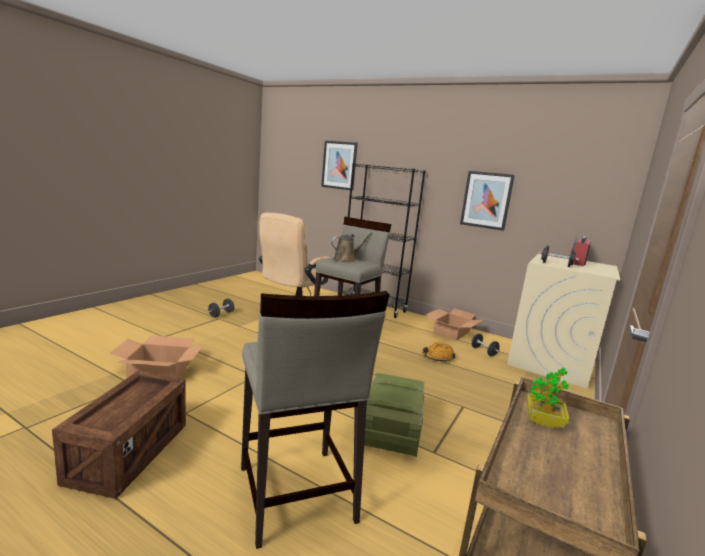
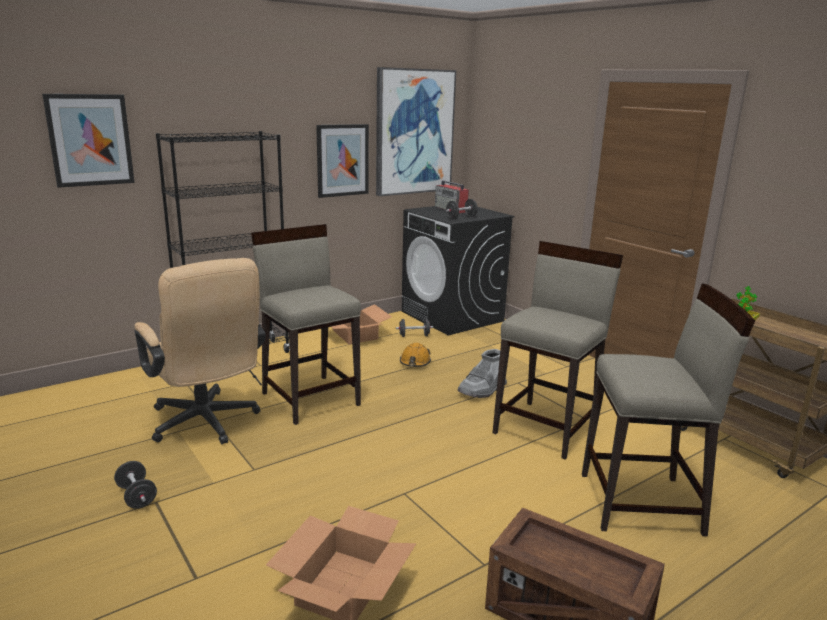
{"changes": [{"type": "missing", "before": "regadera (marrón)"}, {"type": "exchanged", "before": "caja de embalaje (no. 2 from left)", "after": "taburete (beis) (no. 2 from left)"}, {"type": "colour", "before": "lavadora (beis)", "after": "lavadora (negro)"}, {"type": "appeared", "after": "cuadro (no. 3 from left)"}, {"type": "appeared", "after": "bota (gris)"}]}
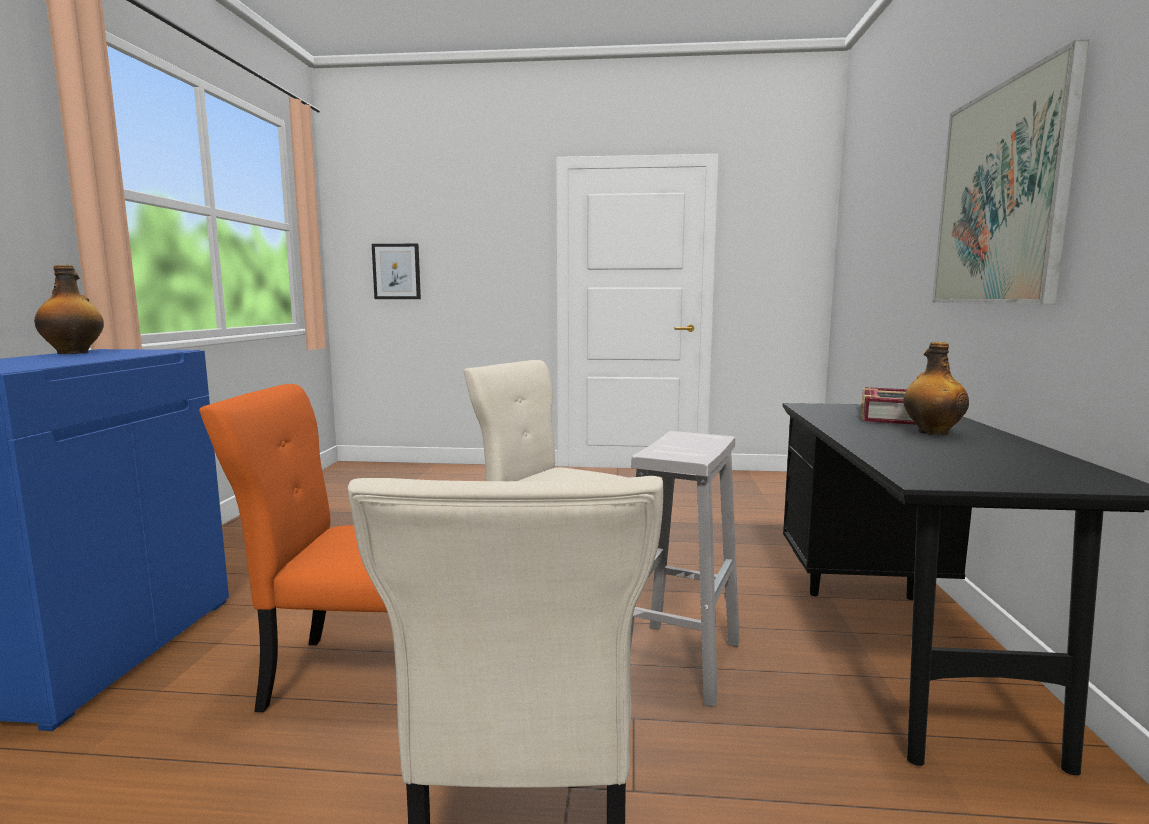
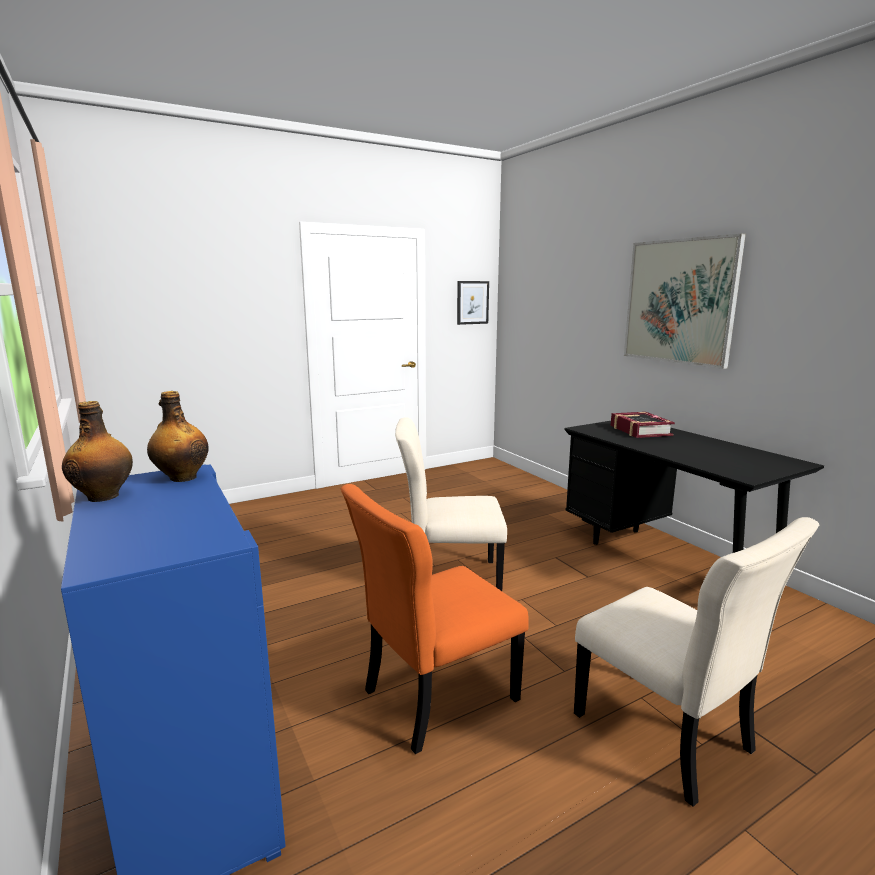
{"changes": [{"type": "relocated", "before": "cuadro (no. 1 from left)"}, {"type": "missing", "before": "taburete (blanco)"}, {"type": "relocated", "before": "botella (no. 2 from left)"}]}
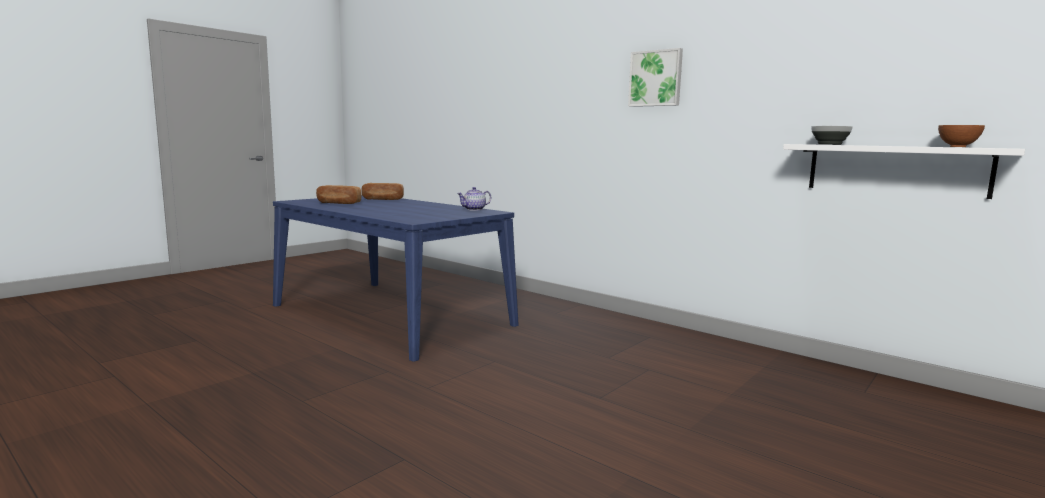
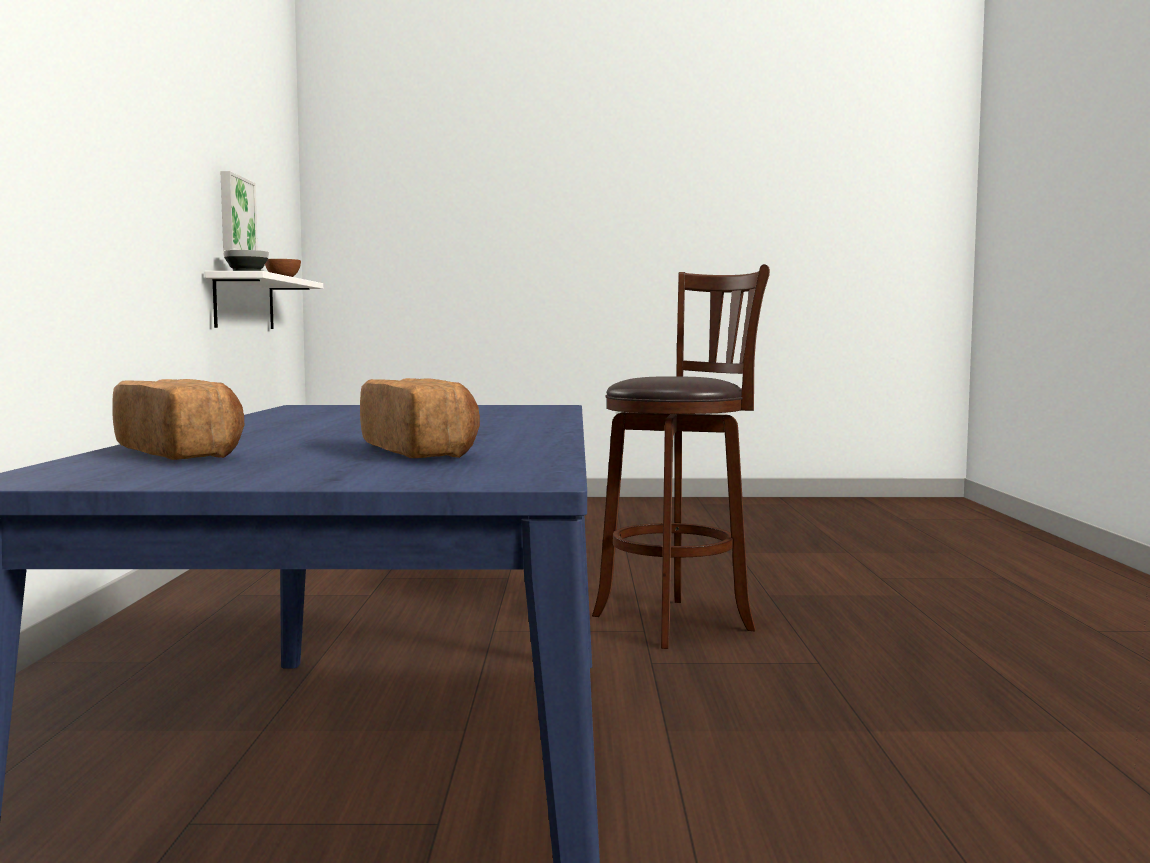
{"changes": [{"type": "missing", "before": "tetera"}, {"type": "relocated", "before": "cuadro"}, {"type": "appeared", "after": "taburete (marrón)"}]}
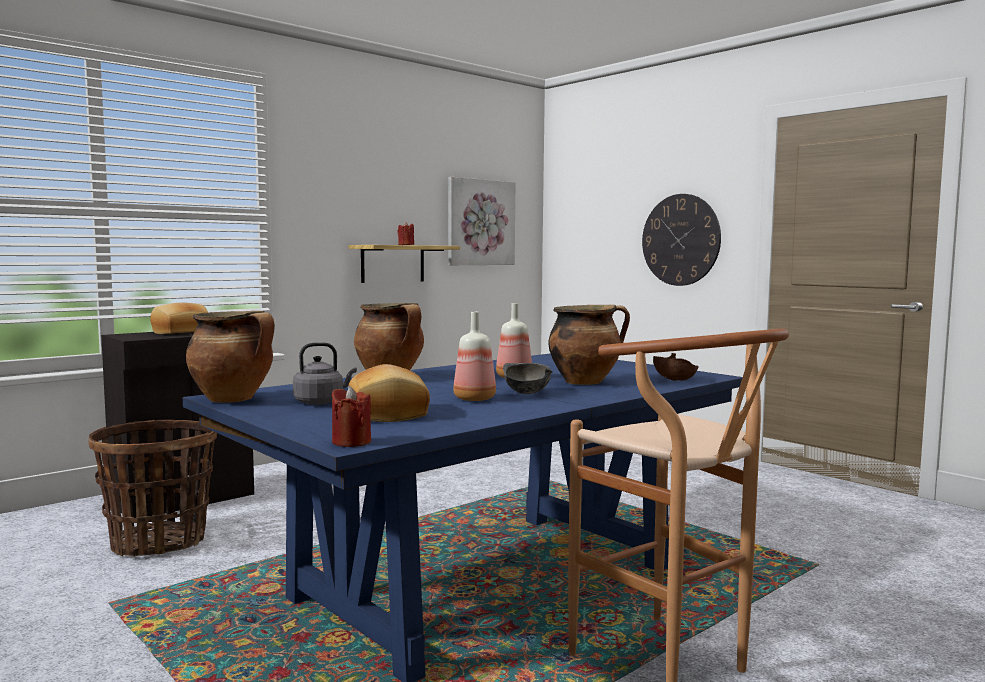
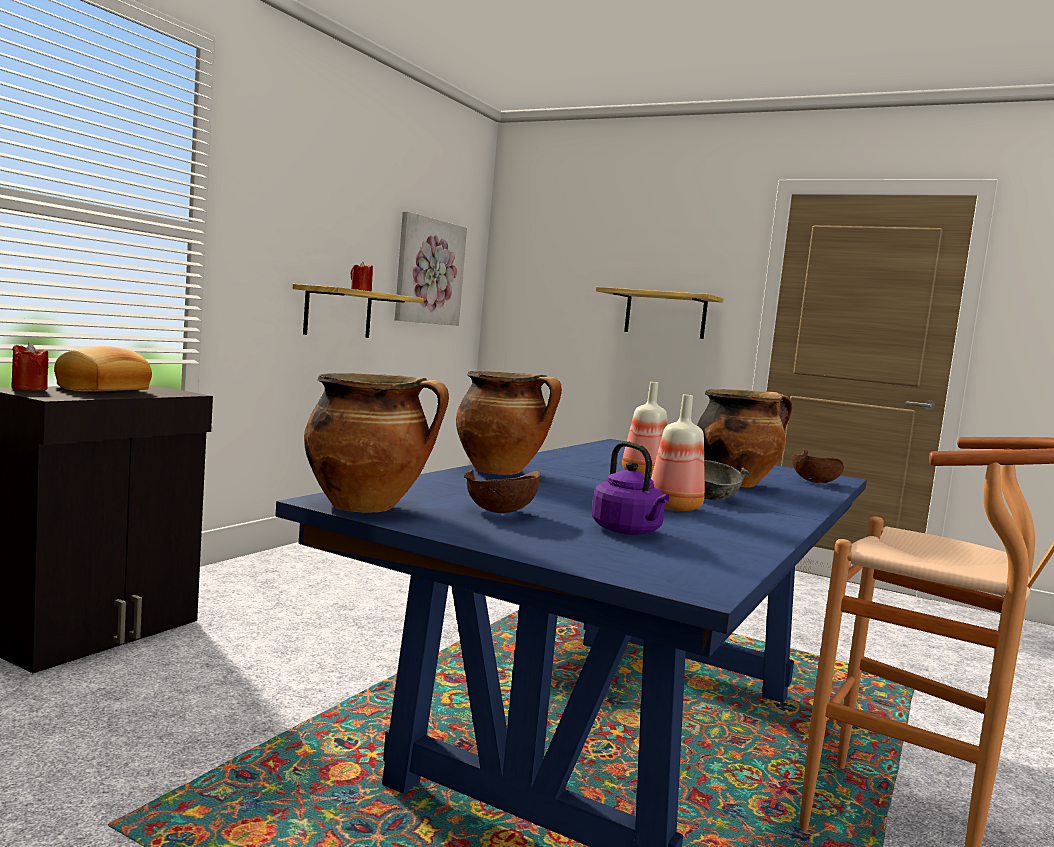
{"changes": [{"type": "missing", "before": "cesta"}, {"type": "exchanged", "before": "hervidor (gris)", "after": "cuenco (marrón) (no. 1 from left)"}, {"type": "relocated", "before": "vela (rojo) (no. 1 from left)"}, {"type": "exchanged", "before": "pan (no. 2 from left)", "after": "hervidor (morado)"}, {"type": "exchanged", "before": "reloj de pared", "after": "estante (no. 2 from left)"}]}
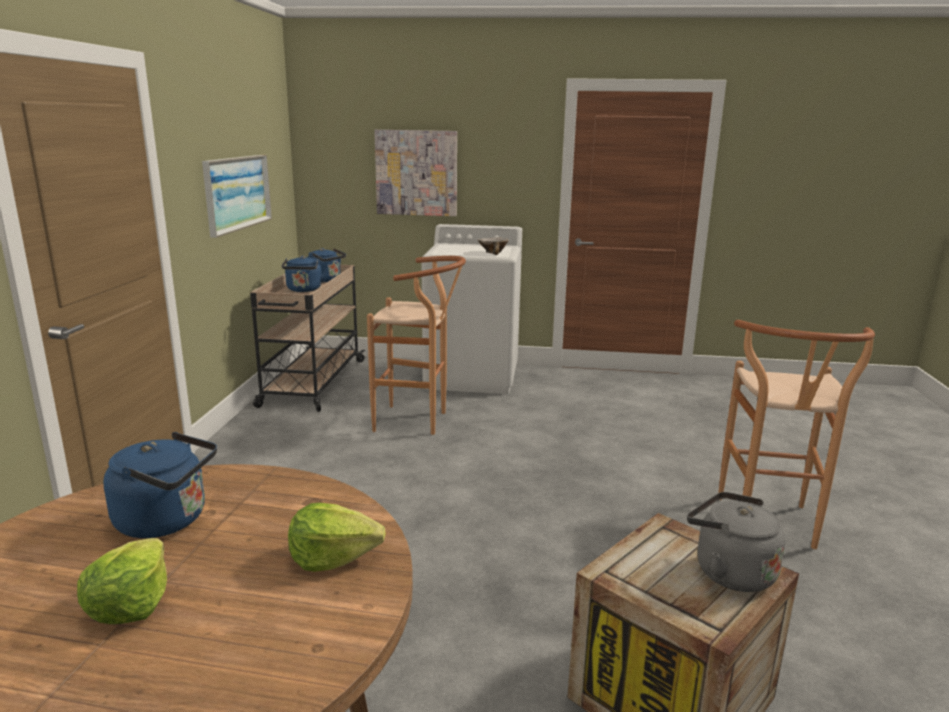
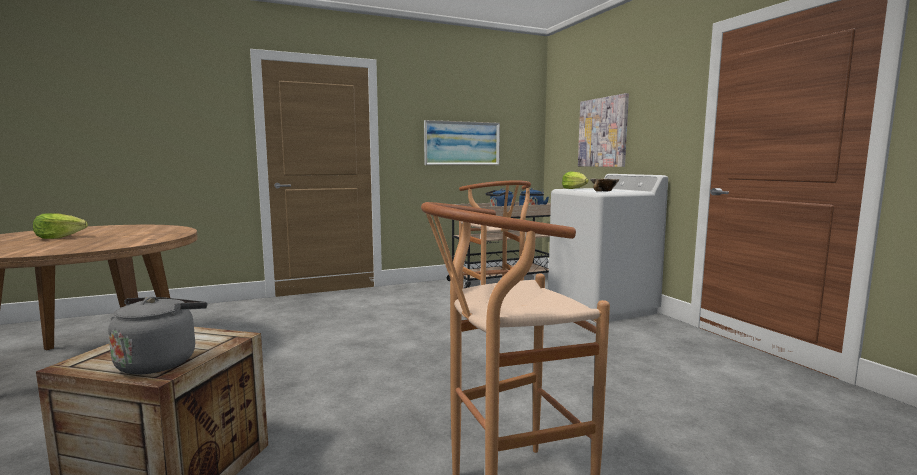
{"changes": [{"type": "missing", "before": "hervidor (azul) (no. 1 from left)"}, {"type": "relocated", "before": "lechuga (no. 2 from left)"}]}
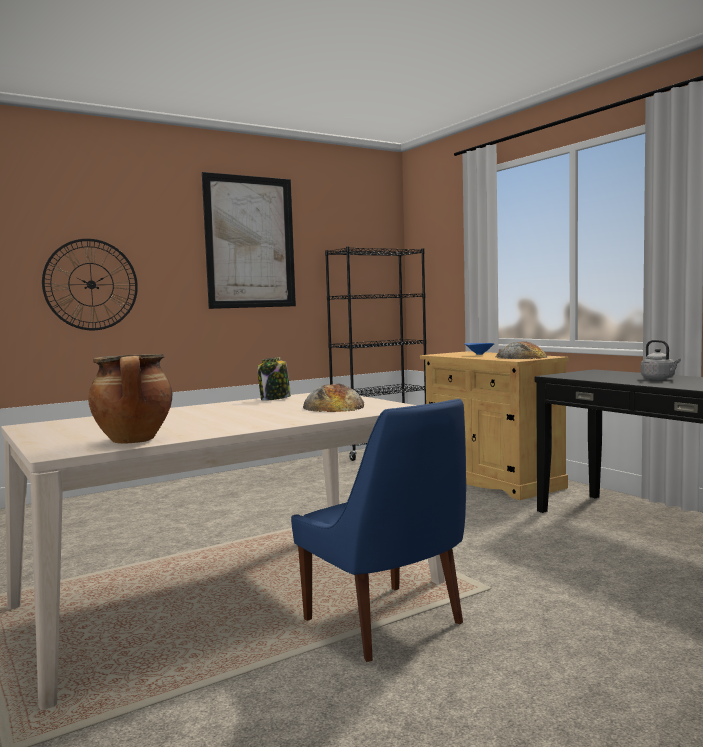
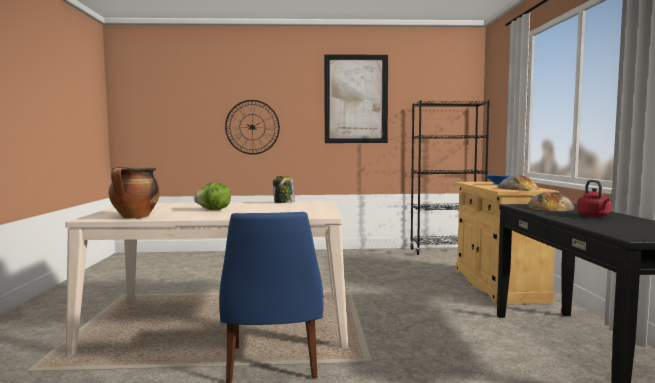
{"changes": [{"type": "relocated", "before": "pan (no. 1 from left in the first image)", "after": "pan (no. 2 from left)"}, {"type": "colour", "before": "hervidor (gris)", "after": "hervidor (rojo)"}, {"type": "appeared", "after": "lechuga"}]}
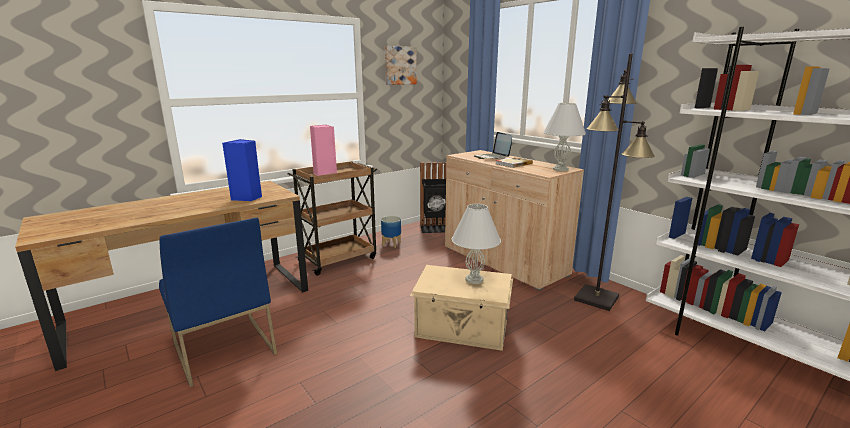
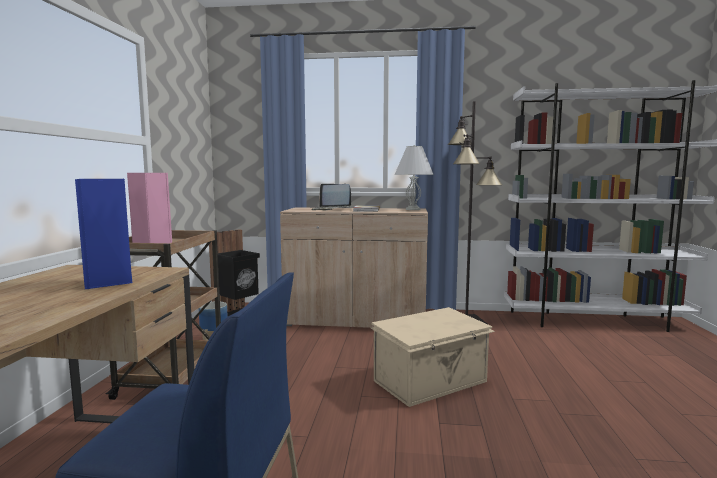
{"changes": [{"type": "missing", "before": "cuadro"}, {"type": "missing", "before": "lámpara de mesa (blanco) (no. 1 from left)"}]}
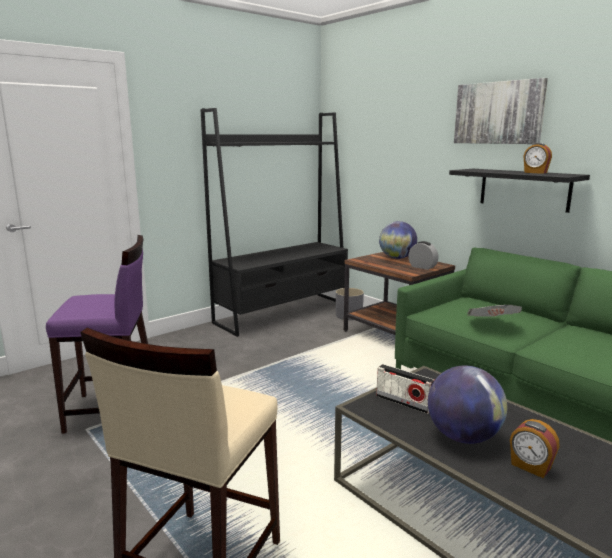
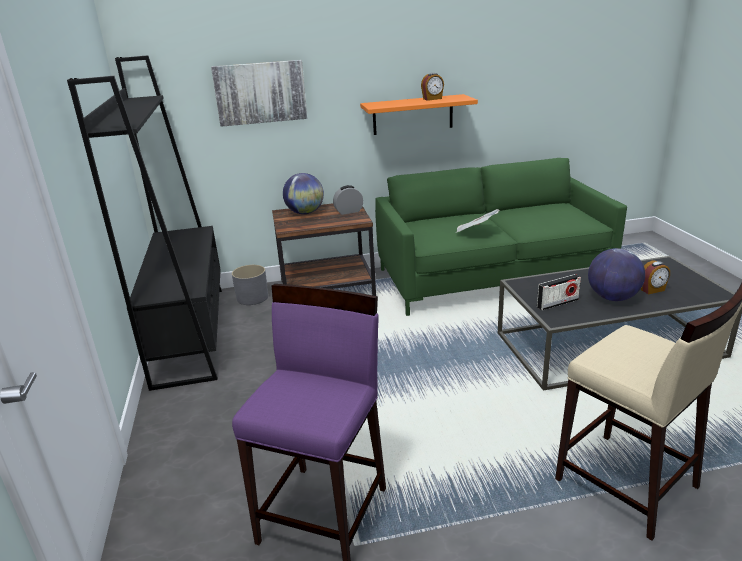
{"changes": [{"type": "colour", "before": "estante (negro)", "after": "estante (naranja)"}, {"type": "relocated", "before": "cuadro"}]}
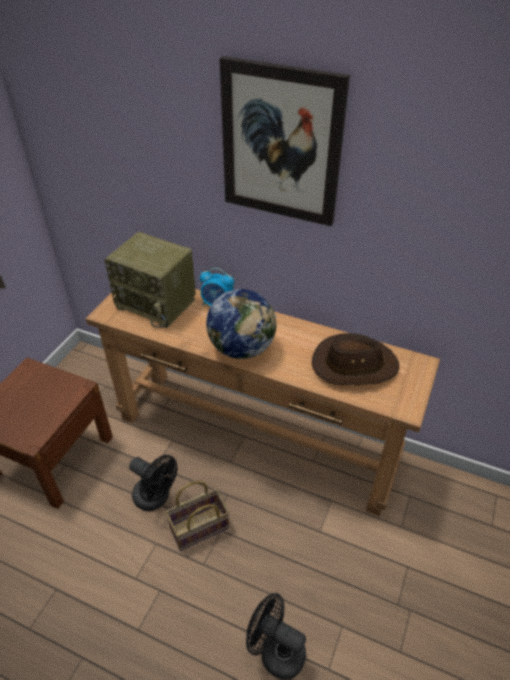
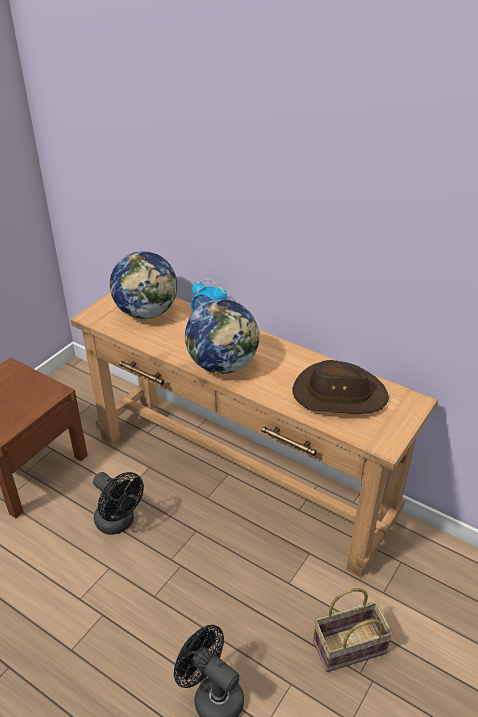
{"changes": [{"type": "exchanged", "before": "radio", "after": "globo terráqueo (no. 1 from left)"}, {"type": "relocated", "before": "cesta"}, {"type": "missing", "before": "cuadro"}]}
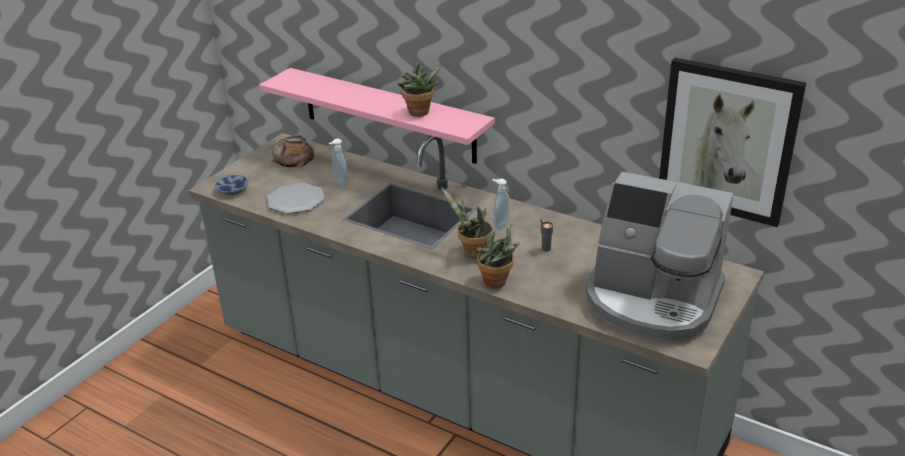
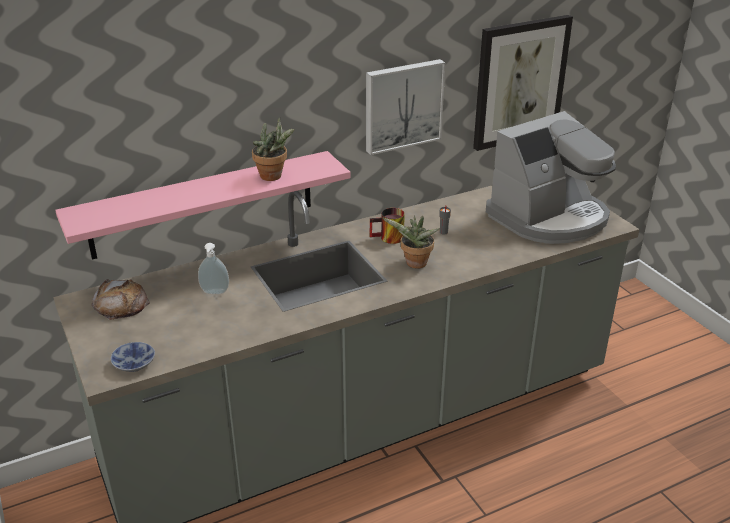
{"changes": [{"type": "missing", "before": "plato"}, {"type": "missing", "before": "planta en maceta (no. 3 from left)"}, {"type": "exchanged", "before": "dispensador de jabón (no. 2 from left)", "after": "taza grande"}, {"type": "appeared", "after": "cuadro (no. 1 from left)"}]}
